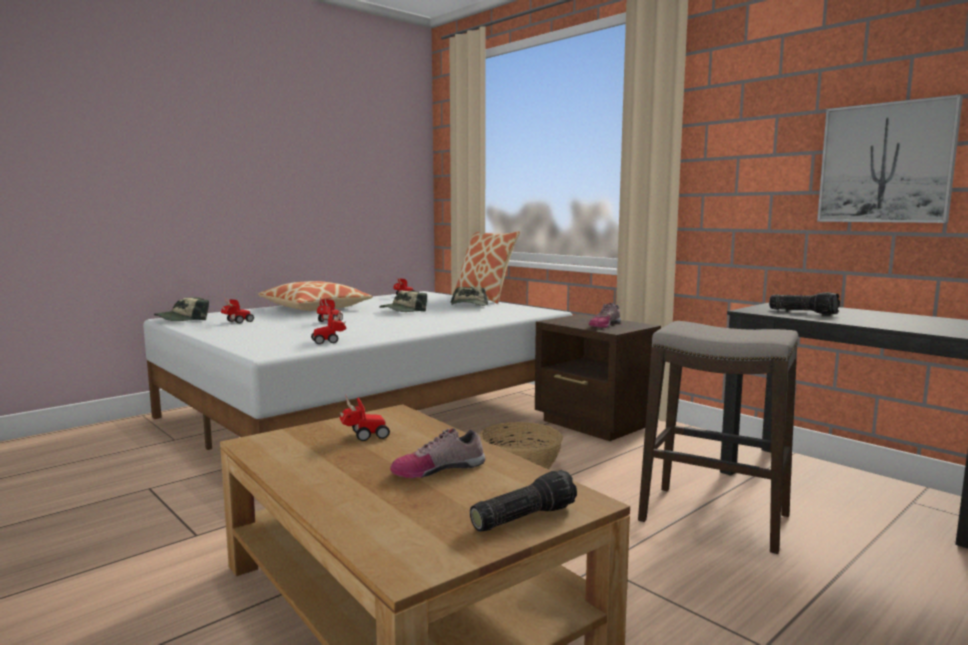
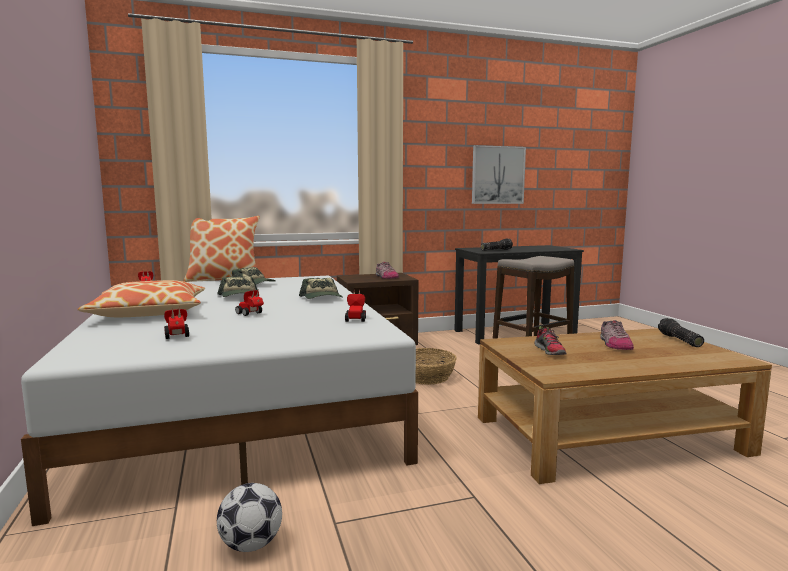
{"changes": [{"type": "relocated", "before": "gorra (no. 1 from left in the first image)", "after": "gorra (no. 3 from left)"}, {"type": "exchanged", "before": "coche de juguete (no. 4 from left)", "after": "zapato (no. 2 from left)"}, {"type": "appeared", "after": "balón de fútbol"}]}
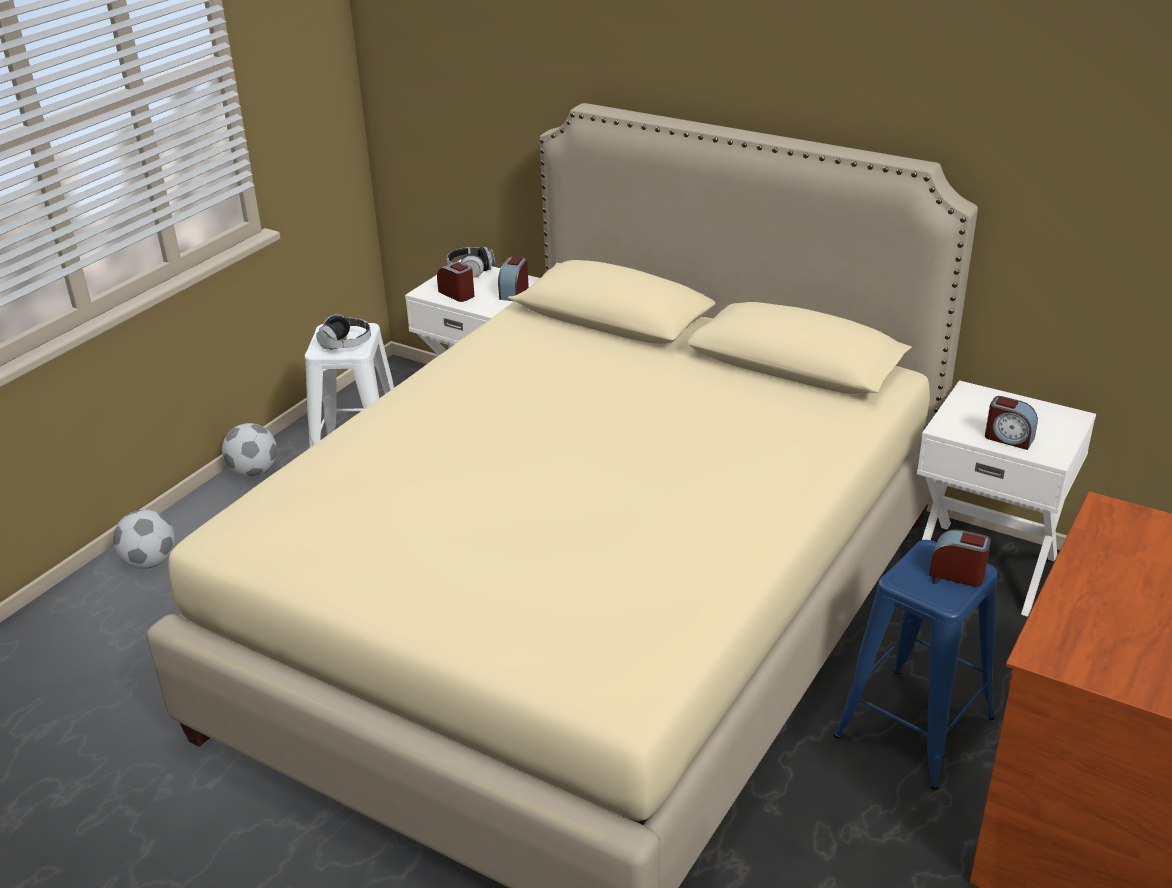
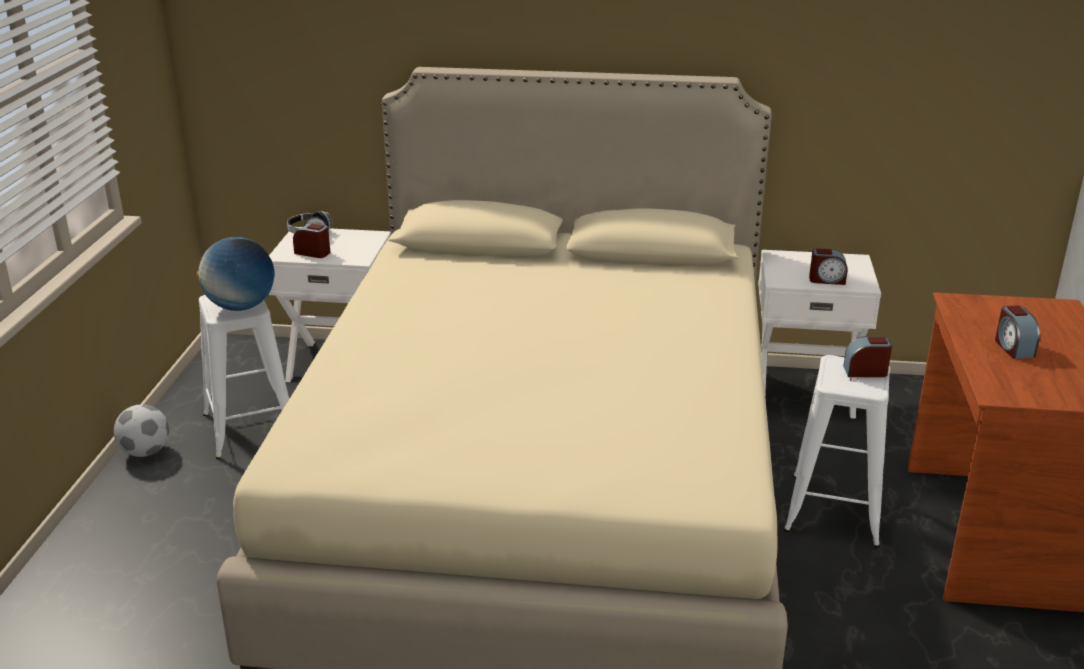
{"changes": [{"type": "missing", "before": "balón de fútbol (no. 1 from left)"}, {"type": "exchanged", "before": "auriculares (no. 1 from left)", "after": "globo terráqueo"}, {"type": "relocated", "before": "despertador (no. 2 from left in the first image)", "after": "despertador (no. 4 from left)"}, {"type": "colour", "before": "taburete (azul)", "after": "taburete (blanco) (no. 2 from left)"}]}
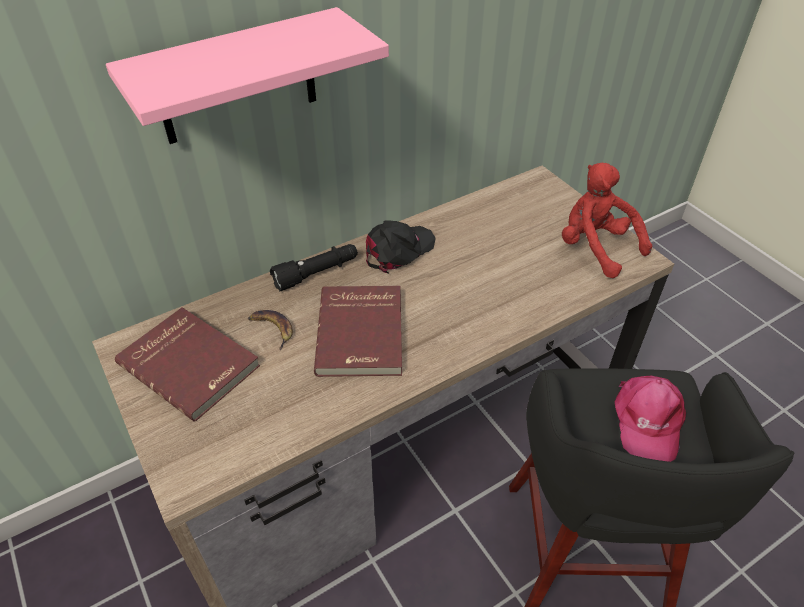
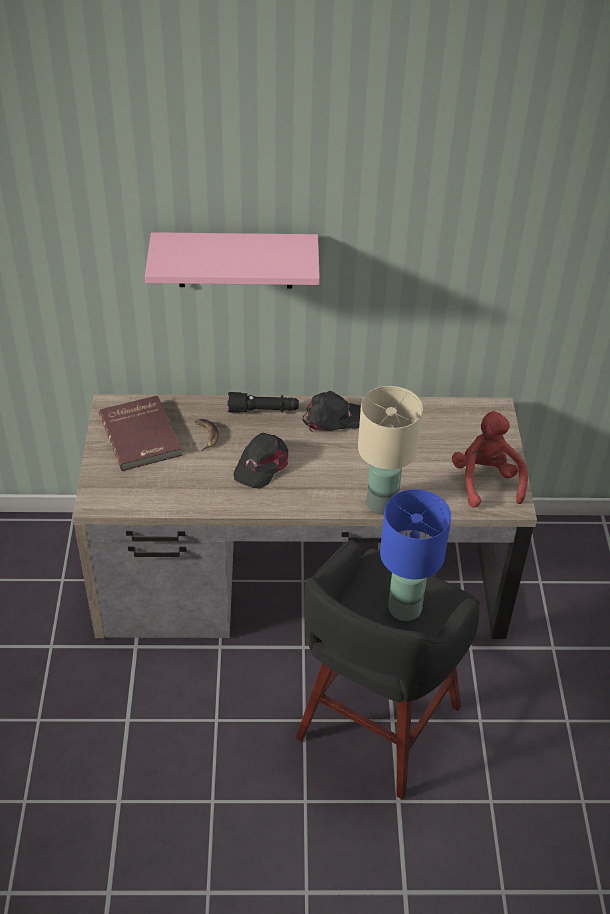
{"changes": [{"type": "exchanged", "before": "libro (rojo) (no. 2 from left)", "after": "gorra (negro) (no. 1 from left)"}, {"type": "exchanged", "before": "gorra (rosa)", "after": "lámpara de mesa (azul)"}, {"type": "appeared", "after": "lámpara de mesa (beis)"}]}
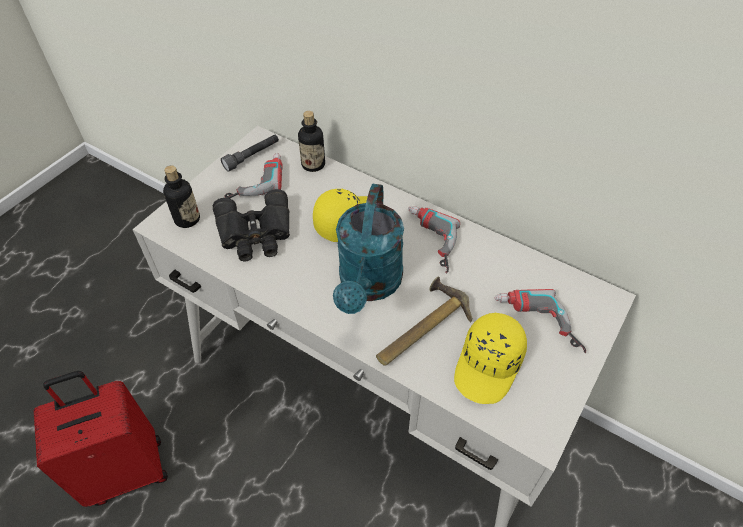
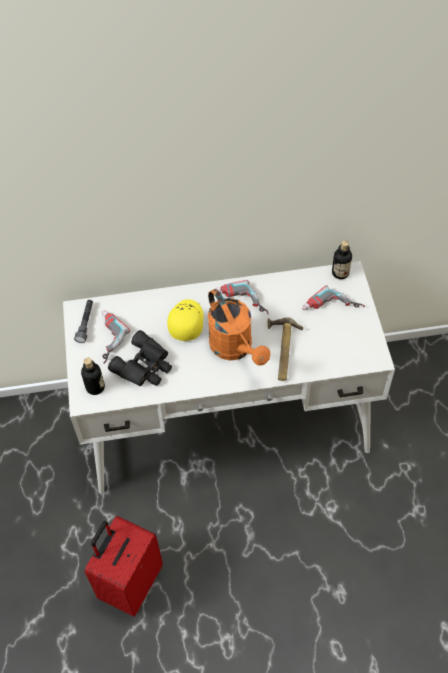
{"changes": [{"type": "relocated", "before": "botella (no. 2 from left)"}, {"type": "colour", "before": "regadera (turquesa)", "after": "regadera (naranja)"}, {"type": "missing", "before": "gorra (amarillo) (no. 2 from left)"}]}
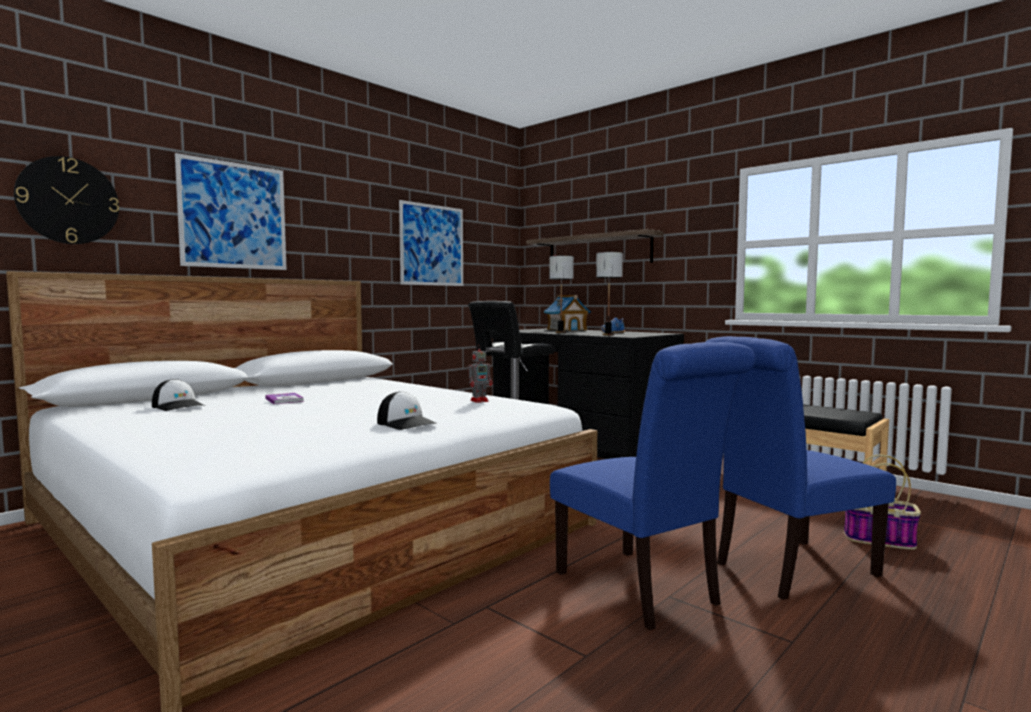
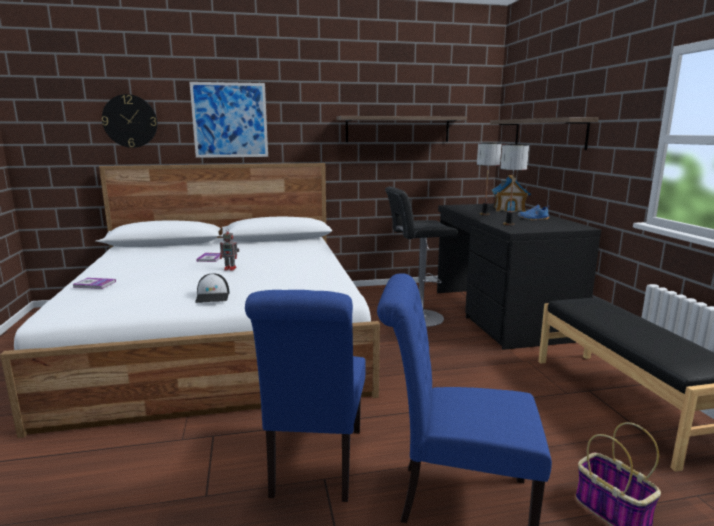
{"changes": [{"type": "missing", "before": "gorra (no. 1 from left)"}, {"type": "exchanged", "before": "cuadro (no. 2 from left)", "after": "estante (no. 1 from left)"}, {"type": "relocated", "before": "robot de juguete"}, {"type": "appeared", "after": "libro (no. 1 from left)"}]}
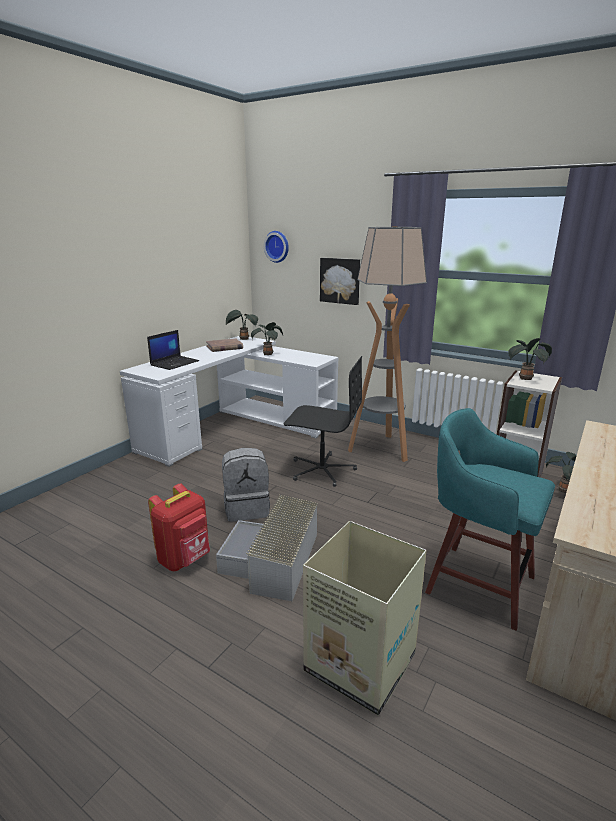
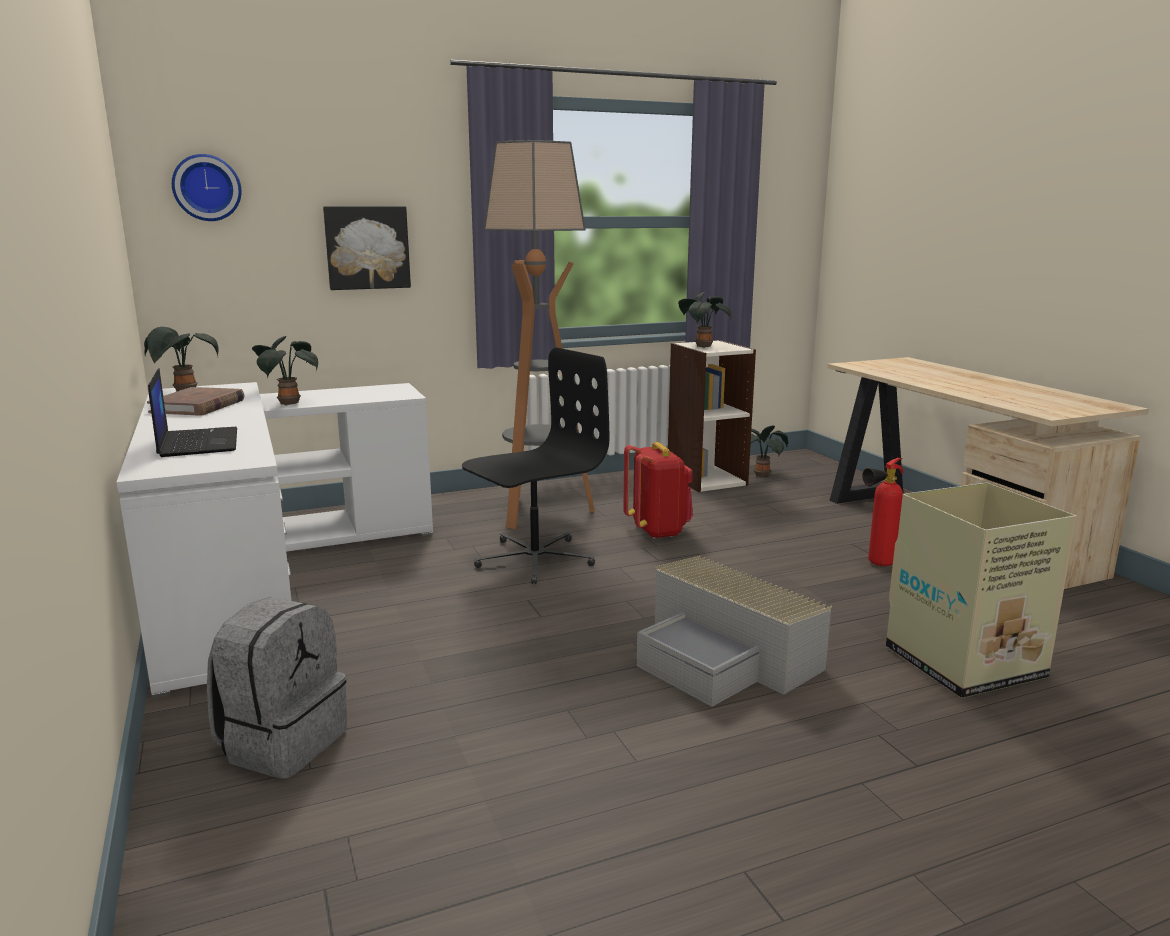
{"changes": [{"type": "relocated", "before": "mochila (rojo)"}, {"type": "relocated", "before": "mochila (gris)"}, {"type": "exchanged", "before": "taburete (turquesa)", "after": "extintor"}]}
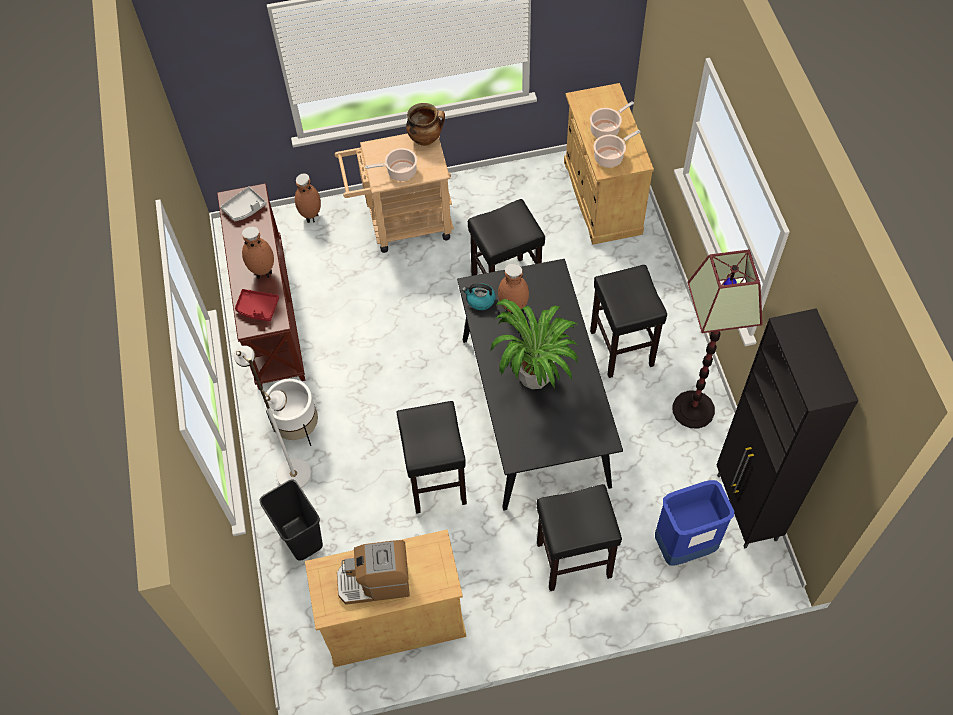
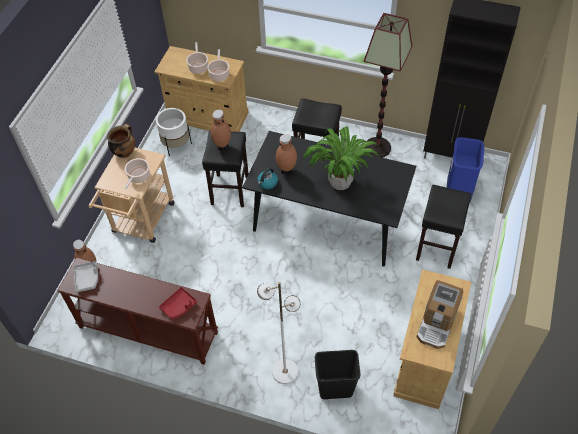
{"changes": [{"type": "relocated", "before": "florero (marrón) (no. 1 from left in the first image)", "after": "florero (marrón) (no. 2 from left)"}, {"type": "relocated", "before": "maceta (blanco)"}, {"type": "missing", "before": "taburete (negro) (no. 1 from left)"}]}
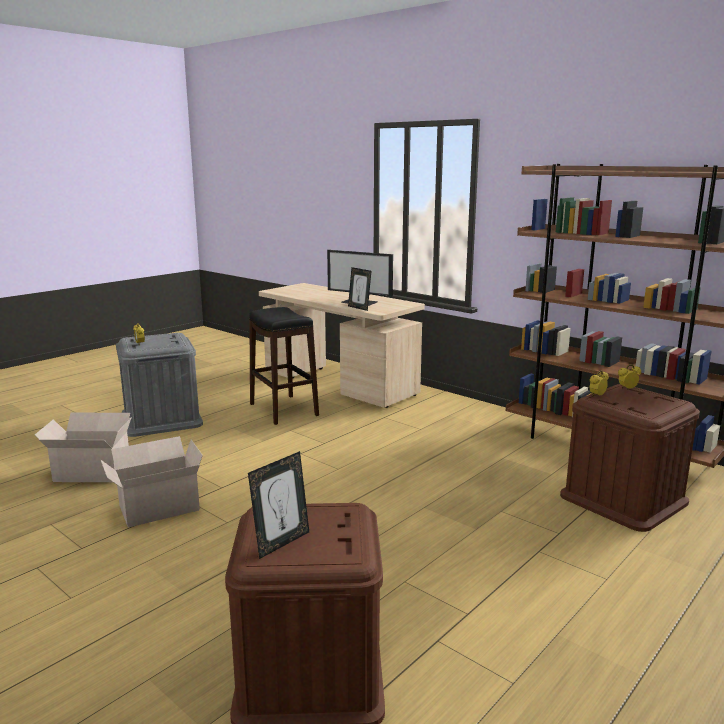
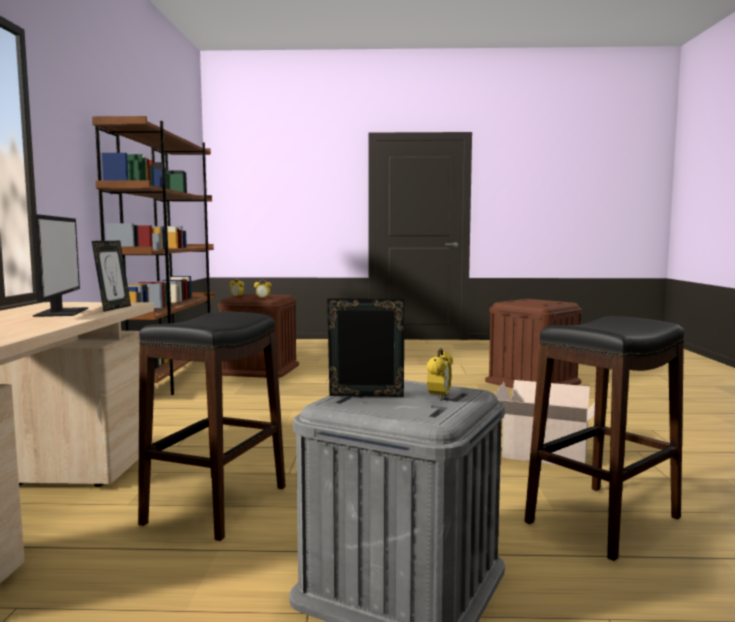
{"changes": [{"type": "exchanged", "before": "caja de cartón (no. 1 from left)", "after": "taburete (negro) (no. 2 from left)"}, {"type": "relocated", "before": "portarretratos (no. 1 from left in the first image)", "after": "portarretratos (no. 2 from left)"}]}
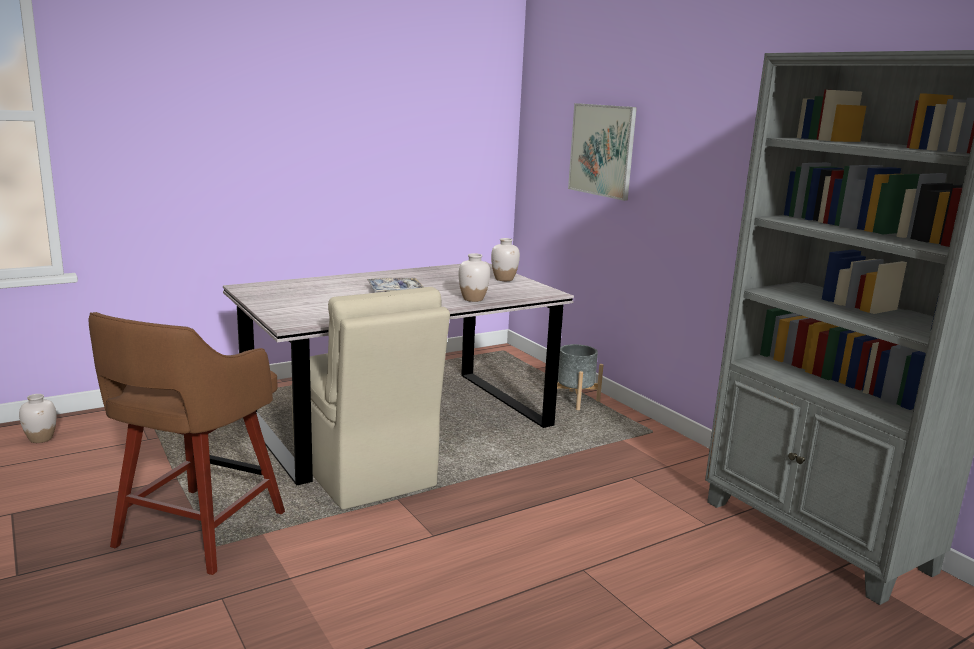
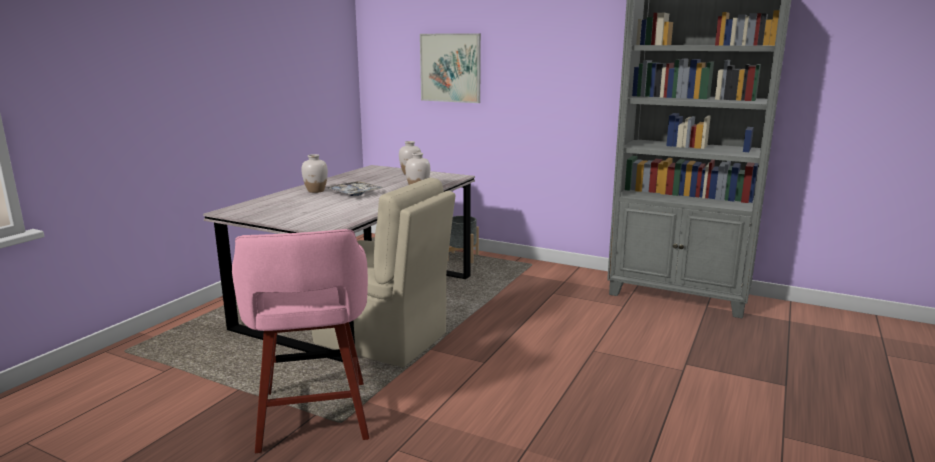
{"changes": [{"type": "relocated", "before": "florero (blanco) (no. 1 from left)"}, {"type": "colour", "before": "taburete (marrón)", "after": "taburete (rosa)"}]}
